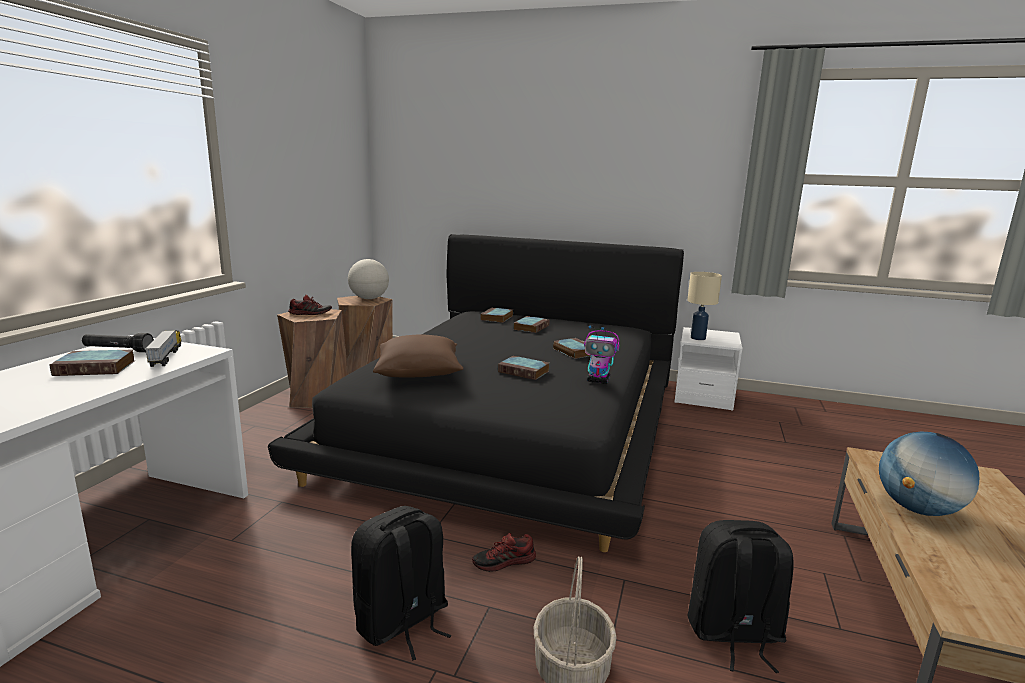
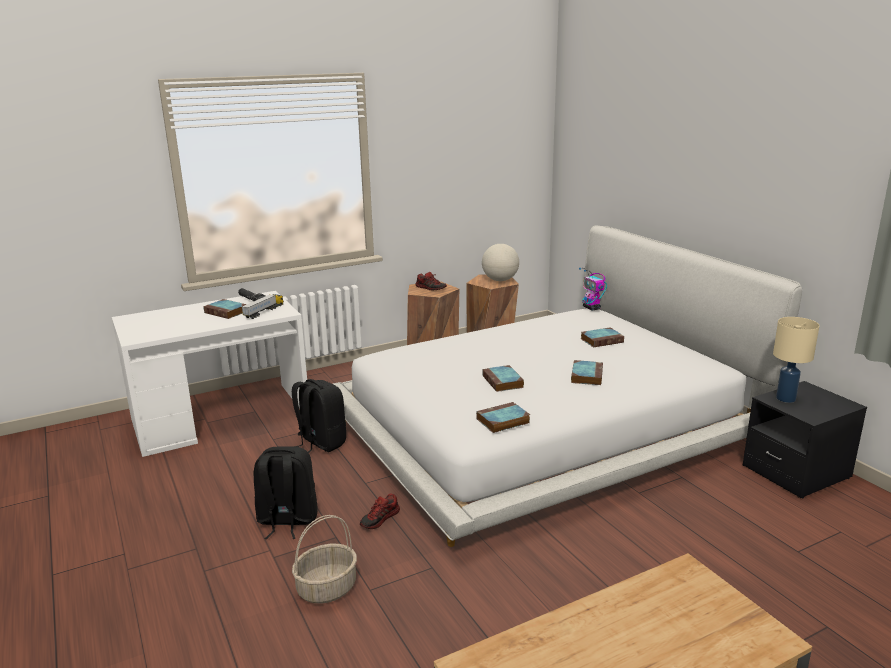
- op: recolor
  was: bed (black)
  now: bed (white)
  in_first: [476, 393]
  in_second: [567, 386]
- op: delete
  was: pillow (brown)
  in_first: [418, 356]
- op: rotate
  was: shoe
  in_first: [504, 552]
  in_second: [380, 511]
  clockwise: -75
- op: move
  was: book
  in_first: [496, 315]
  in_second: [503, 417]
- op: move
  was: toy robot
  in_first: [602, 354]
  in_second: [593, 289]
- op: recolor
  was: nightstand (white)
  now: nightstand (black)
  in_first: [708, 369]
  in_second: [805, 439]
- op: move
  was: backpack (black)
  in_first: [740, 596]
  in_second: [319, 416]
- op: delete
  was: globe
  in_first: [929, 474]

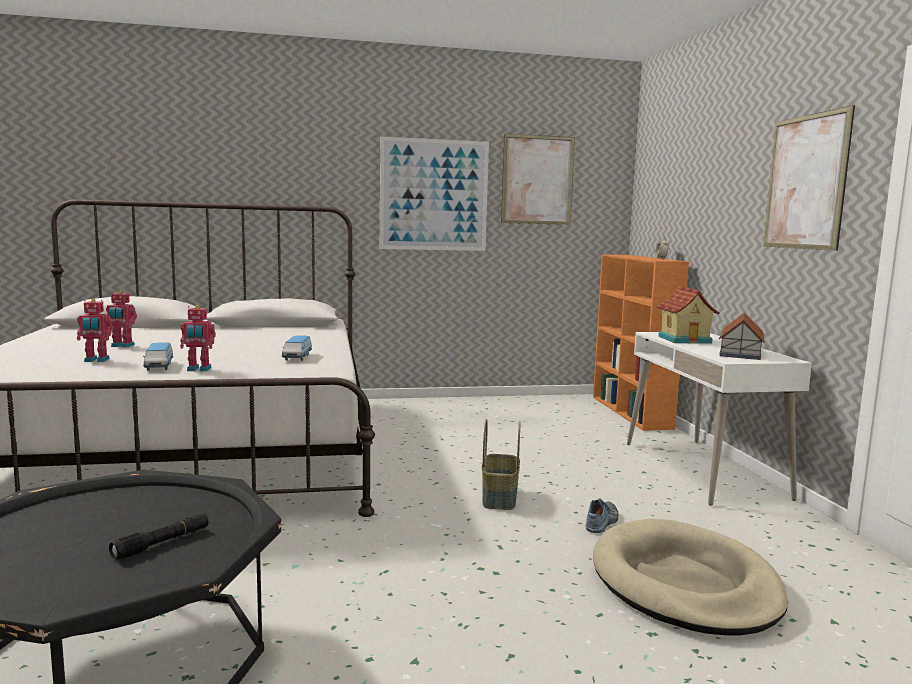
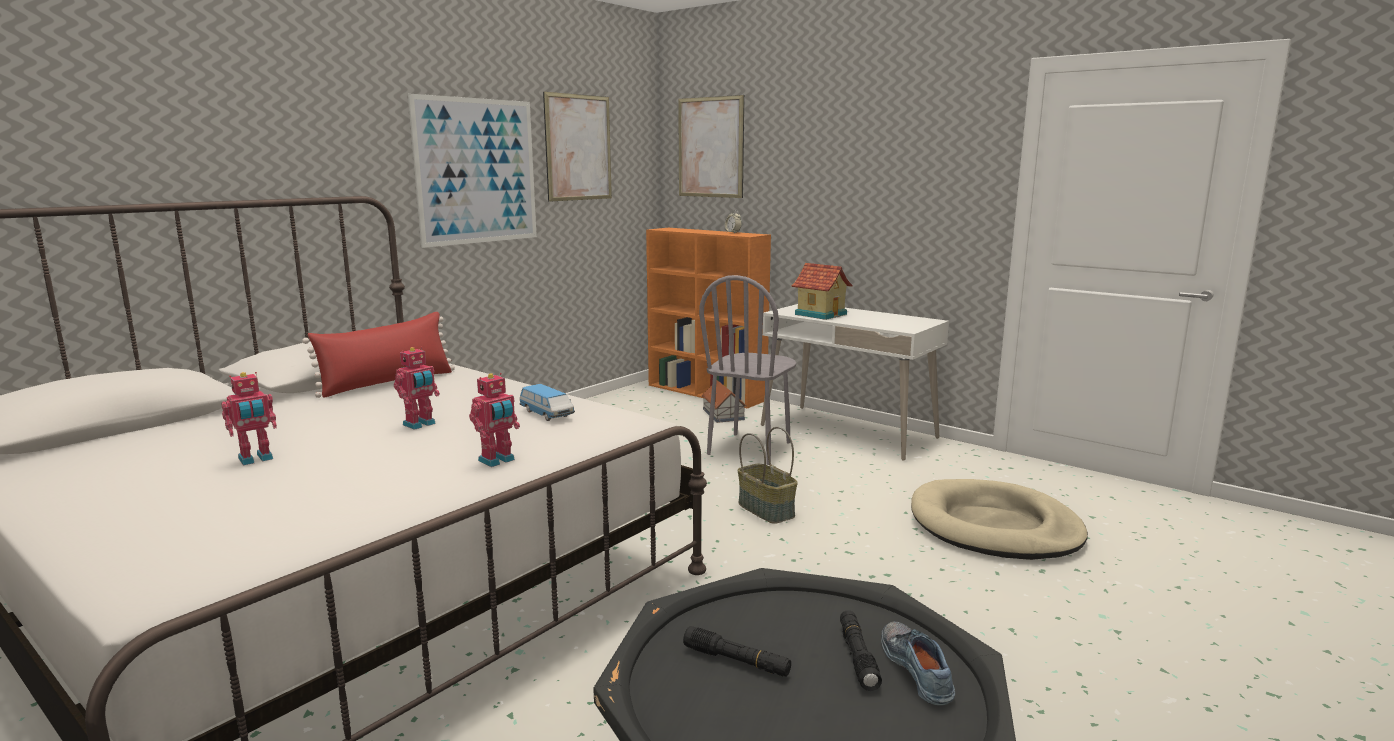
- op: move
  was: toy robot
  in_first: [95, 330]
  in_second: [417, 388]
- op: delete
  was: toy car
  in_first: [158, 357]
- op: move
  was: shoe
  in_first: [602, 516]
  in_second: [918, 663]
- op: move
  was: toy house
  in_first: [742, 336]
  in_second: [724, 401]
- op: move
  was: picture
  in_first: [809, 178]
  in_second: [711, 146]
- op: insert
  now: pillow (red)
  in_second: [378, 355]
- op: insert
  now: flashlight (black)
  in_second: [737, 651]
- op: insert
  now: chair (grey)
  in_second: [747, 370]

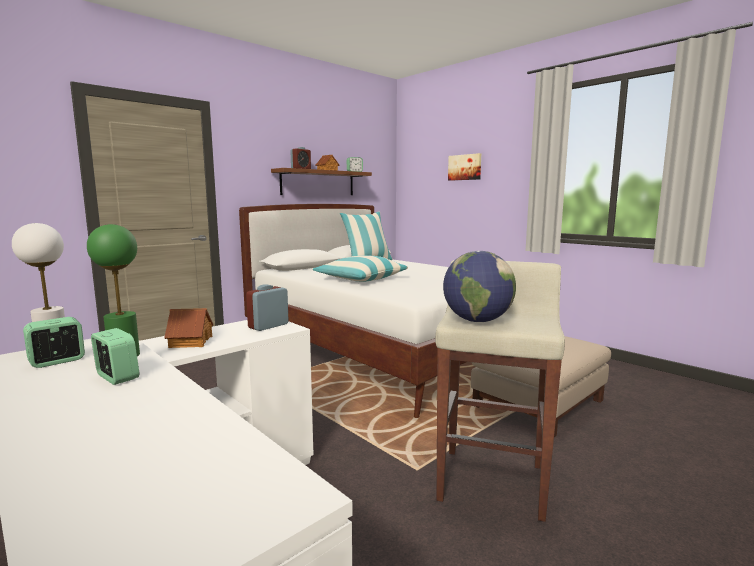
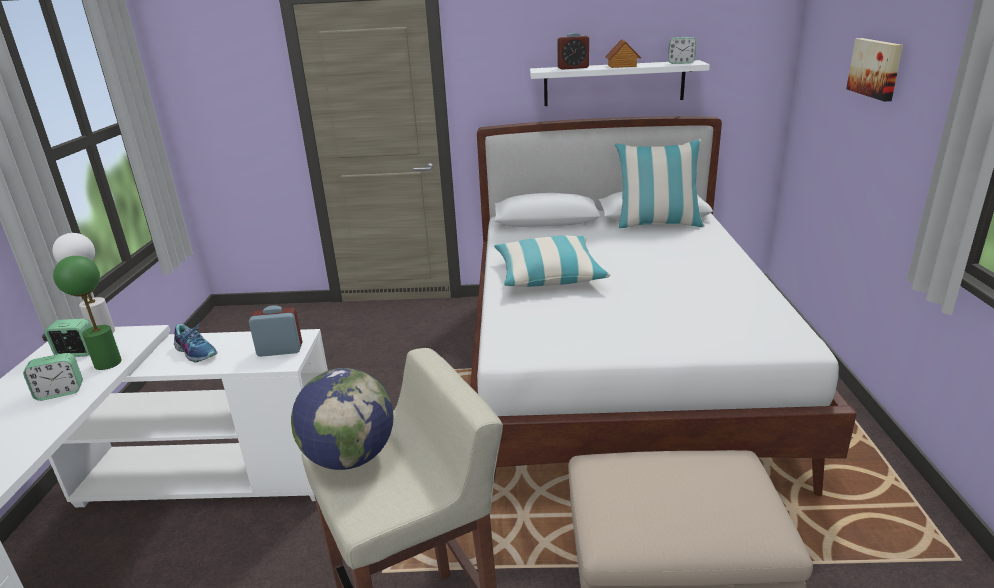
- op: rotate
  was: alarm clock
  in_first: [115, 356]
  in_second: [53, 377]
  clockwise: 75
- op: replace
  was: toy house
  now: shoe
  in_first: [188, 328]
  in_second: [195, 342]
- op: recolor
  was: shelf (brown)
  now: shelf (white)
  in_first: [321, 181]
  in_second: [620, 83]

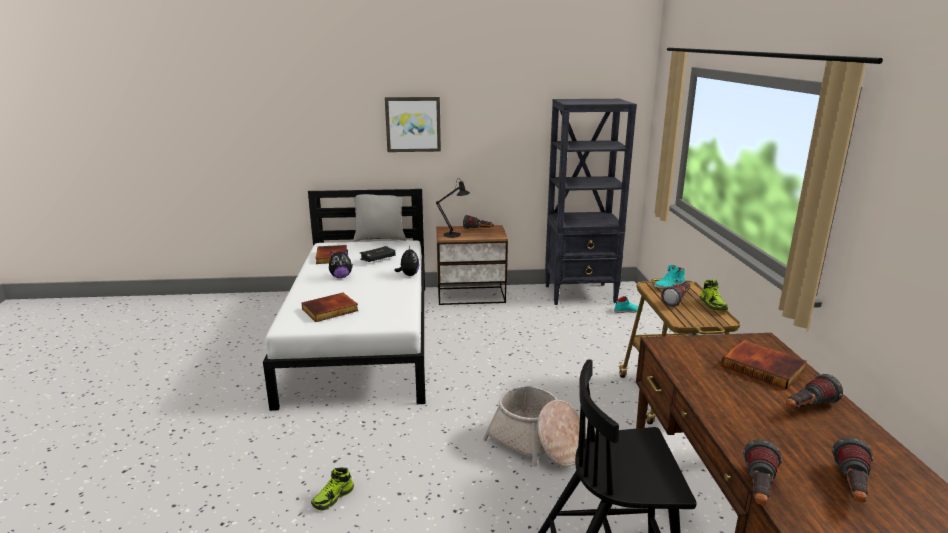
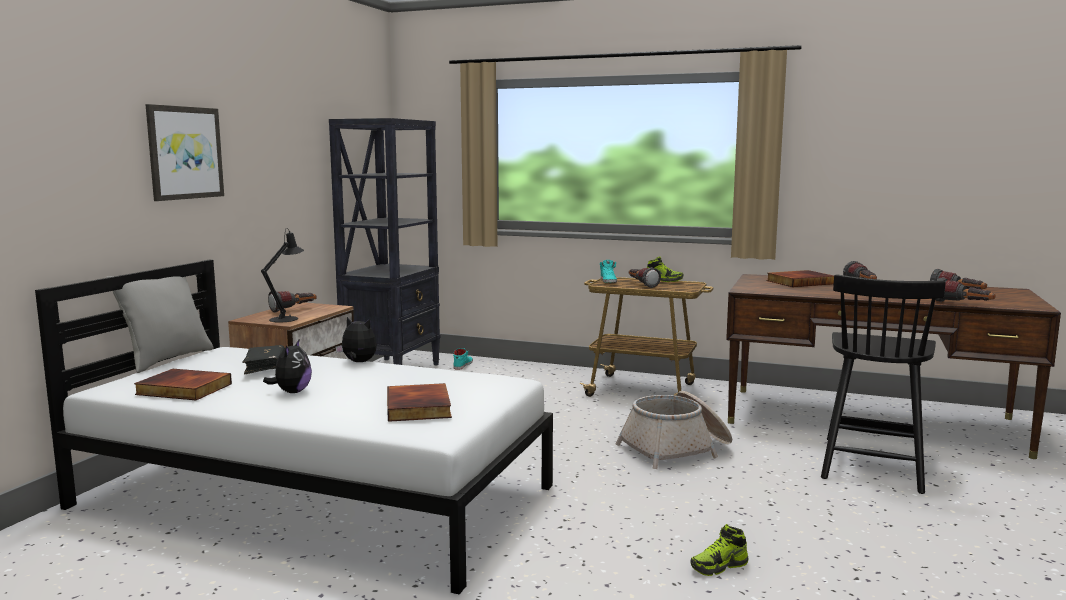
- op: rotate
  was: shoe
  in_first: [332, 489]
  in_second: [719, 550]
  clockwise: 90

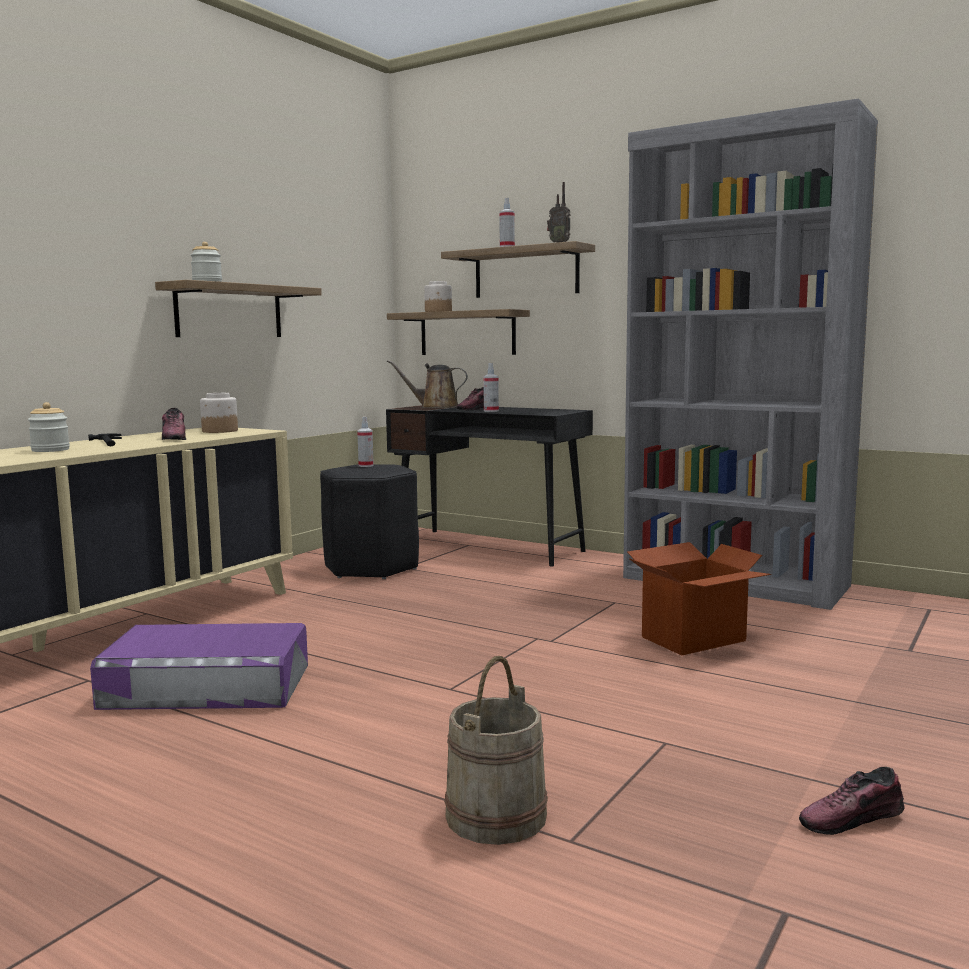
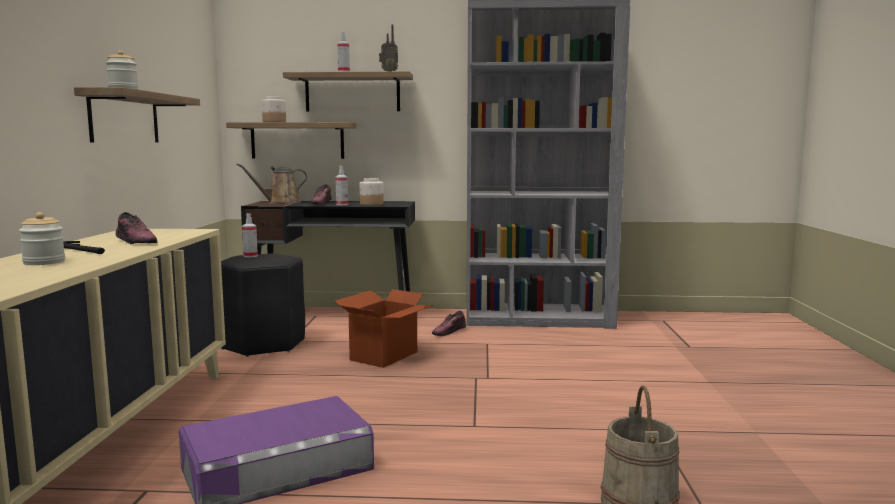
- op: move
  was: jar
  in_first: [219, 413]
  in_second: [372, 191]
- op: move
  was: cardboard box
  in_first: [699, 598]
  in_second: [384, 328]
- op: move
  was: shoe
  in_first: [852, 801]
  in_second: [449, 323]

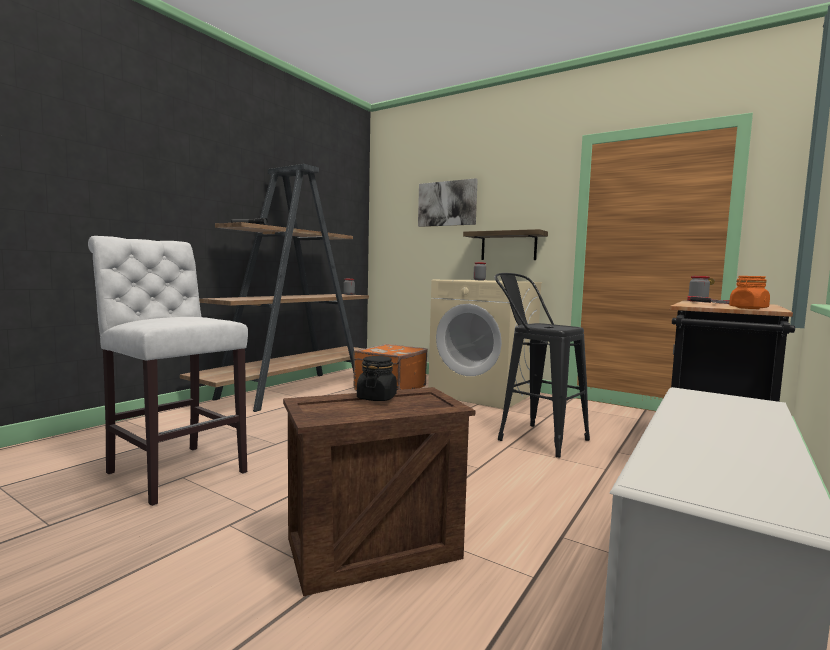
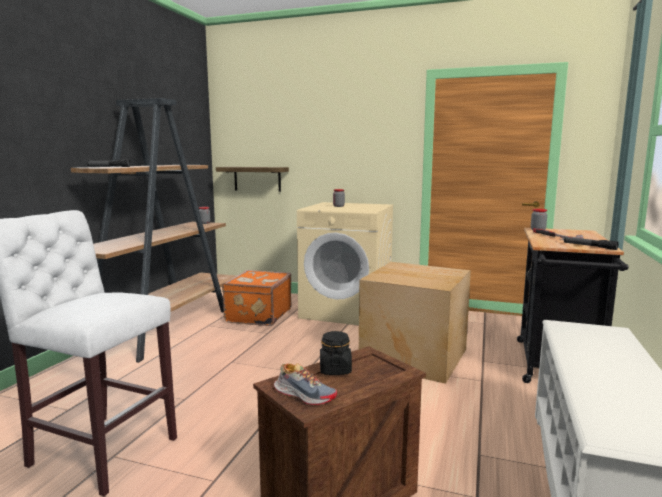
- op: delete
  was: picture
  in_first: [448, 202]
- op: move
  was: shelf
  in_first: [505, 244]
  in_second: [252, 179]
- op: replace
  was: stool (black)
  now: cardboard box
  in_first: [542, 365]
  in_second: [415, 323]
- op: replace
  was: jar (orange)
  now: flashlight
  in_first: [749, 292]
  in_second: [591, 243]
- op: insert
  now: shoe
  in_second: [305, 384]

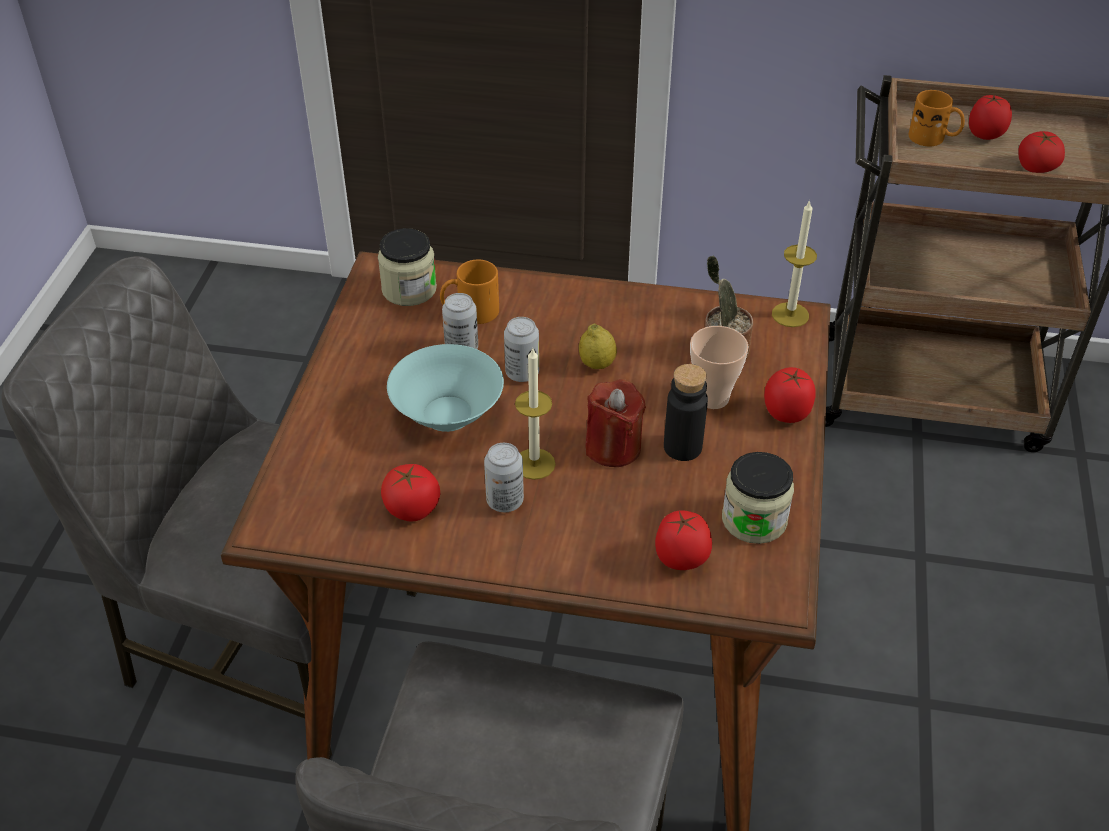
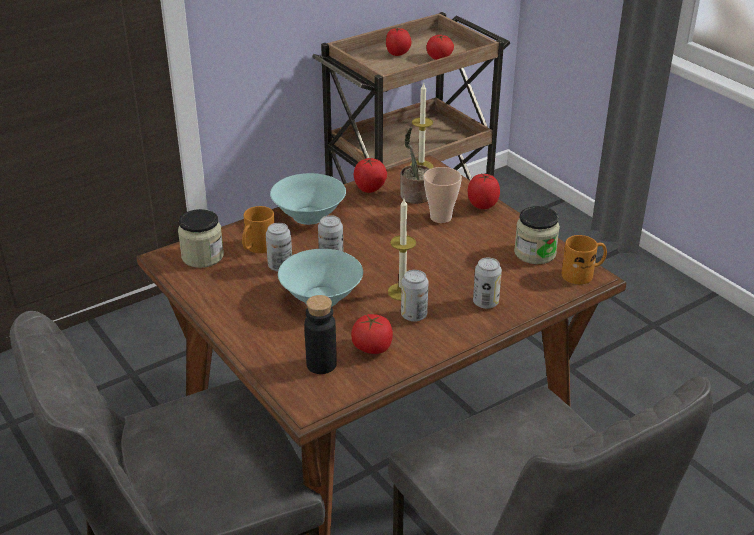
- op: delete
  was: lemon
  in_first: [598, 346]
- op: delete
  was: candle (red)
  in_first: [615, 423]
- op: move
  was: tomato
  in_first: [683, 540]
  in_second: [370, 175]
- op: move
  was: bottle (black)
  in_first: [686, 412]
  in_second: [320, 334]
- op: move
  was: mug (orange)
  in_first: [937, 118]
  in_second: [584, 259]
- op: insert
  now: bowl (turquoise)
  in_second: [308, 199]
- op: insert
  now: can
  in_second: [487, 283]

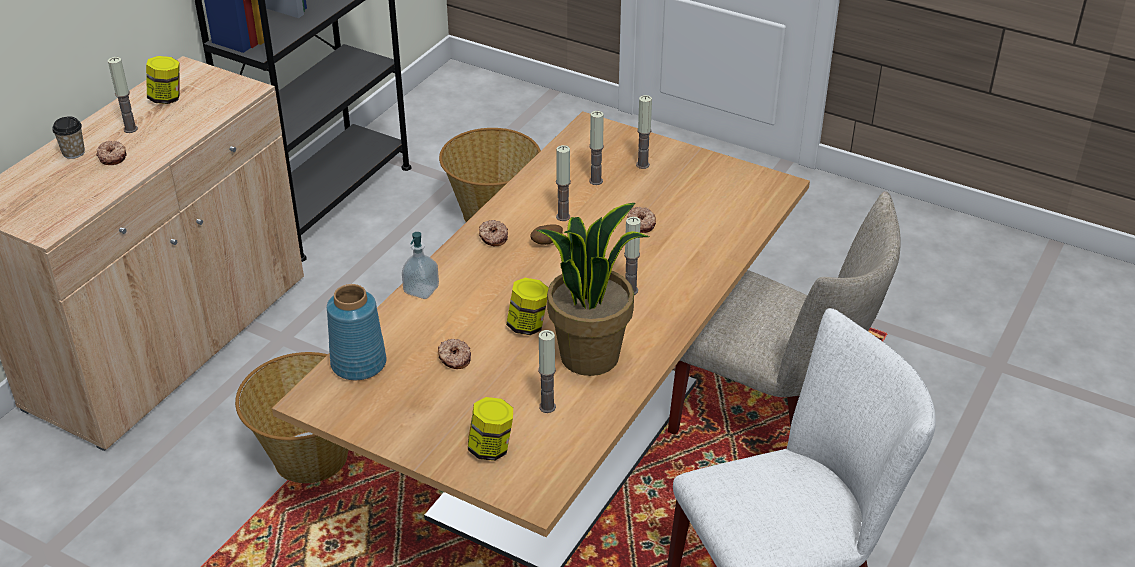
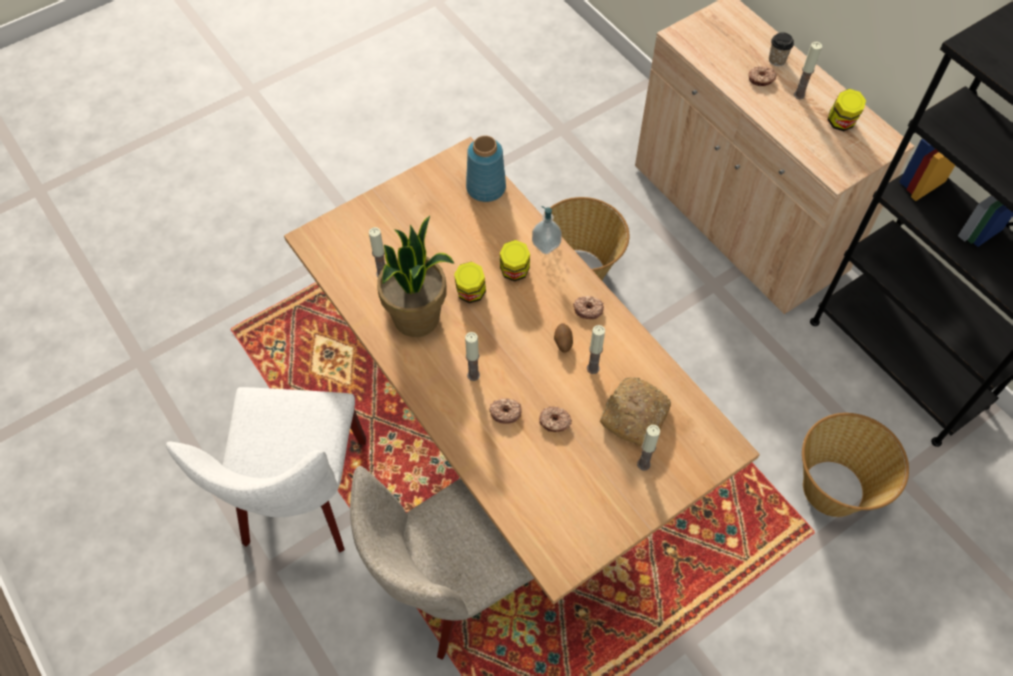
- op: move
  was: donut
  in_first: [454, 354]
  in_second: [505, 411]
- op: move
  was: jar
  in_first: [490, 429]
  in_second: [515, 261]
- op: replace
  was: candle
  now: bread
  in_first: [596, 148]
  in_second: [635, 412]

